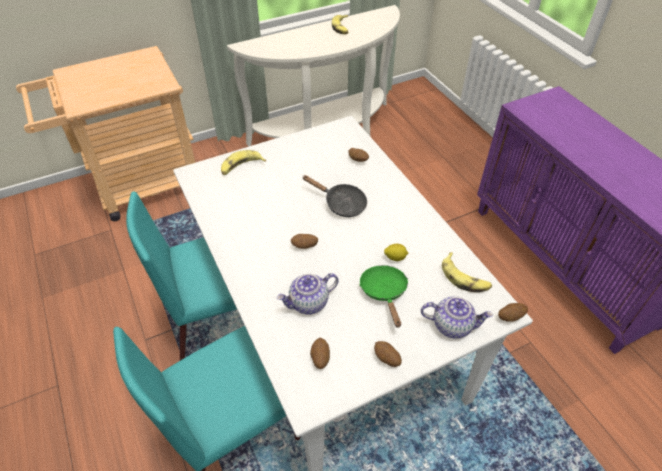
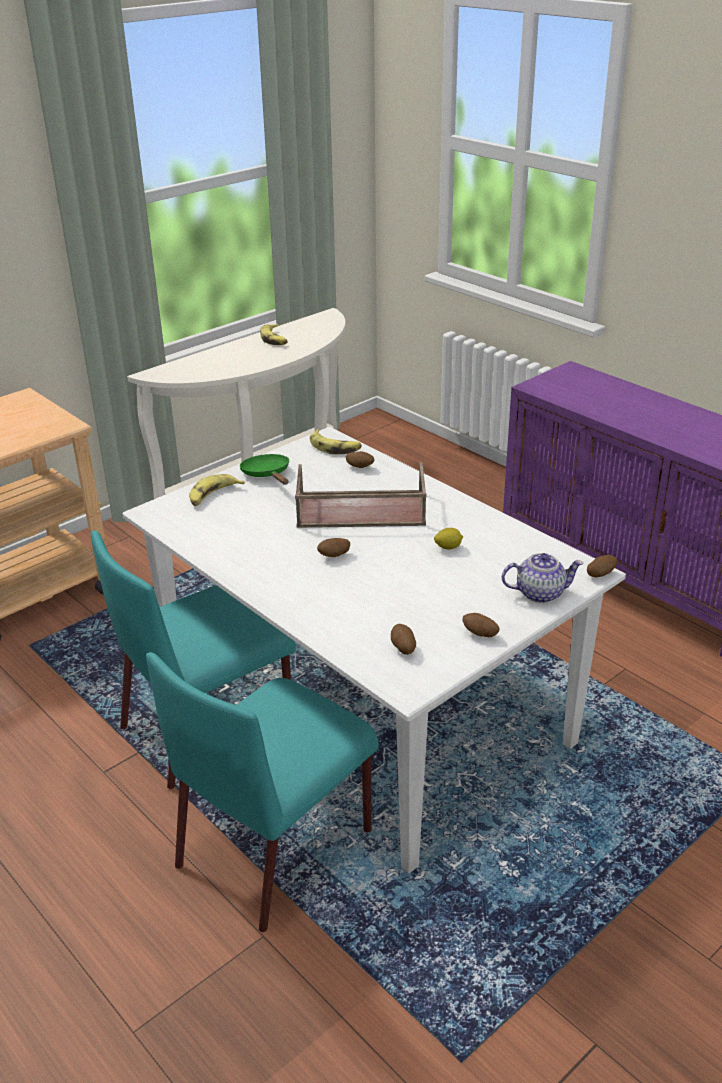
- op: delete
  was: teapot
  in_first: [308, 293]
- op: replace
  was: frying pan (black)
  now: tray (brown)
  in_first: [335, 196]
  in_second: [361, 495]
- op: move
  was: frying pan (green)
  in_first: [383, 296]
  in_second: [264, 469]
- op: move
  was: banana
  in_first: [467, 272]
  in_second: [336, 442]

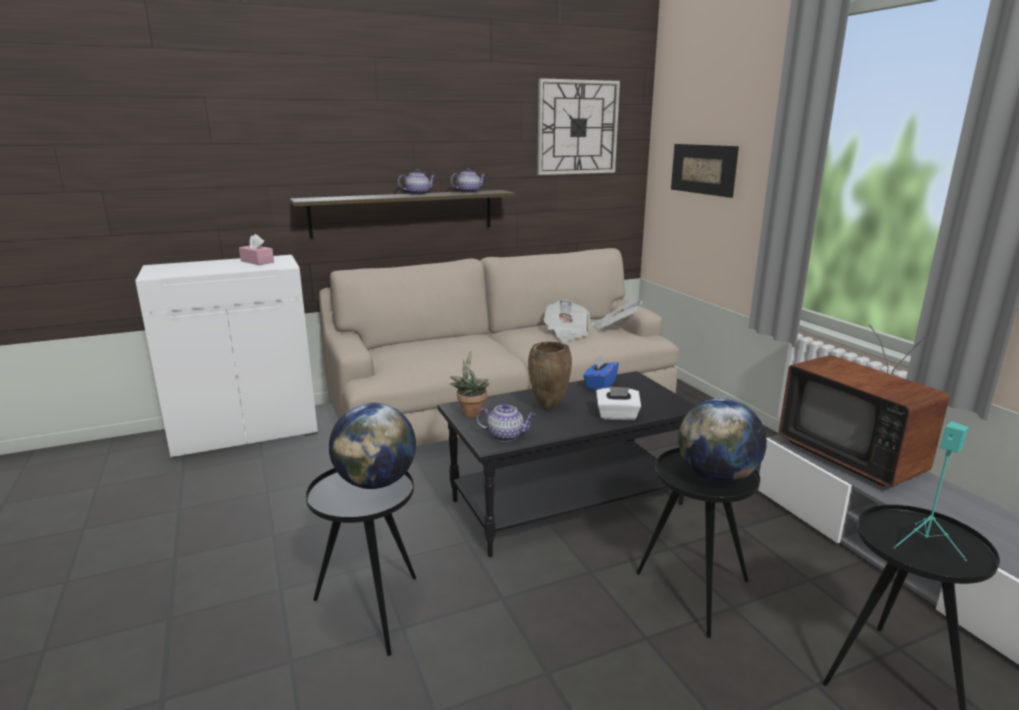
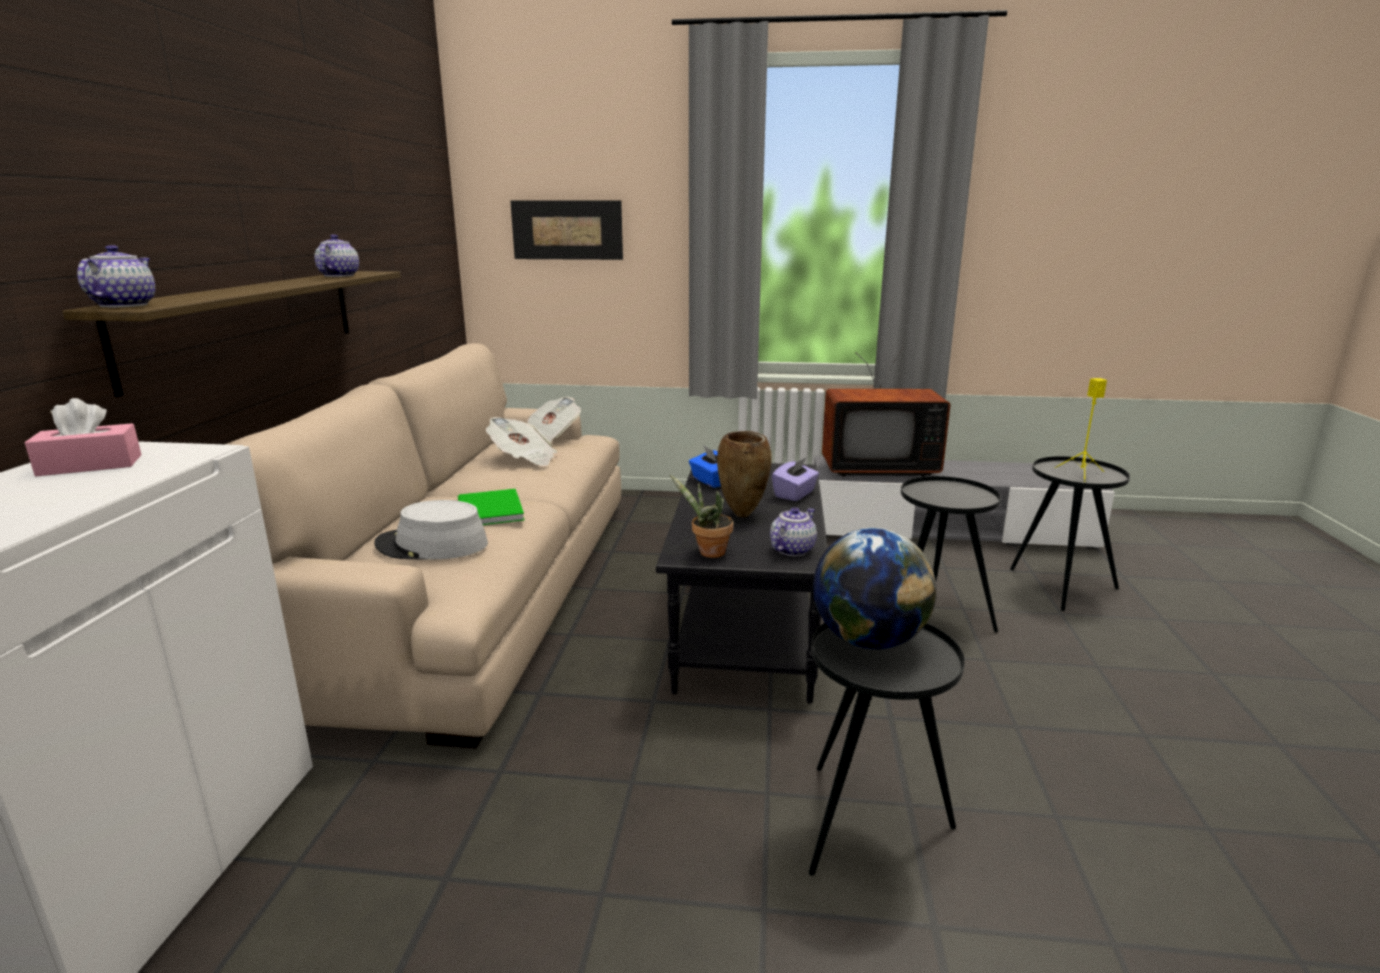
- op: move
  was: teapot
  in_first: [417, 182]
  in_second: [116, 276]
- op: delete
  was: wall clock
  in_first: [578, 126]
- op: recolor
  was: tissue box (white)
  now: tissue box (purple)
  in_first: [618, 403]
  in_second: [795, 479]
- op: delete
  was: globe
  in_first: [722, 440]
- op: recolor
  was: speaker (turquoise)
  now: speaker (yellow)
  in_first: [930, 491]
  in_second: [1081, 430]
- op: insert
  now: hat (grey)
  in_second: [431, 530]
- op: insert
  now: book (green)
  in_second: [491, 507]

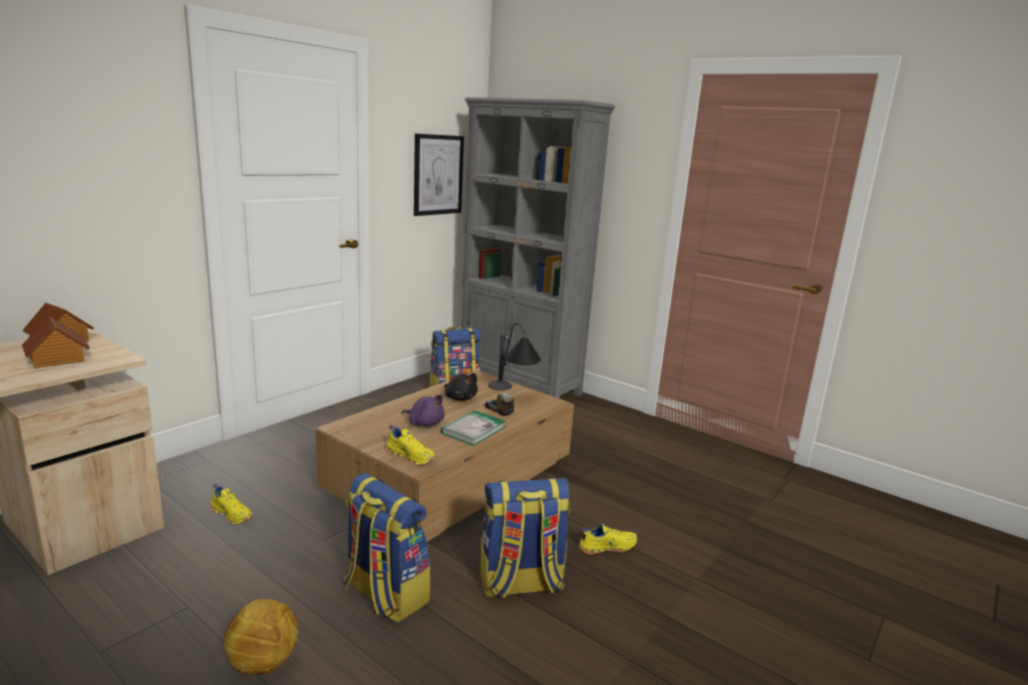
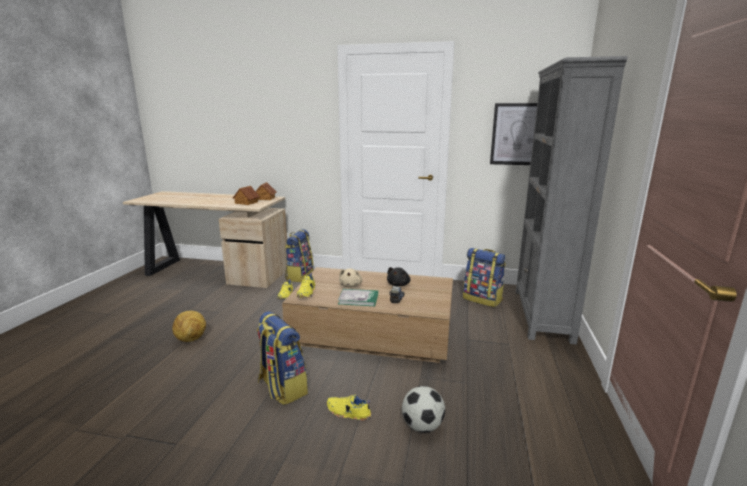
- op: move
  was: backpack
  in_first: [387, 547]
  in_second: [299, 255]
- op: recolor
  was: plush toy (purple)
  now: plush toy (beige)
  in_first: [423, 411]
  in_second: [351, 278]
- op: delete
  was: table lamp
  in_first: [514, 356]
- op: rotate
  was: shoe (yellow)
  in_first: [607, 539]
  in_second: [349, 408]
  clockwise: 150
- op: insert
  now: football
  in_second: [423, 409]

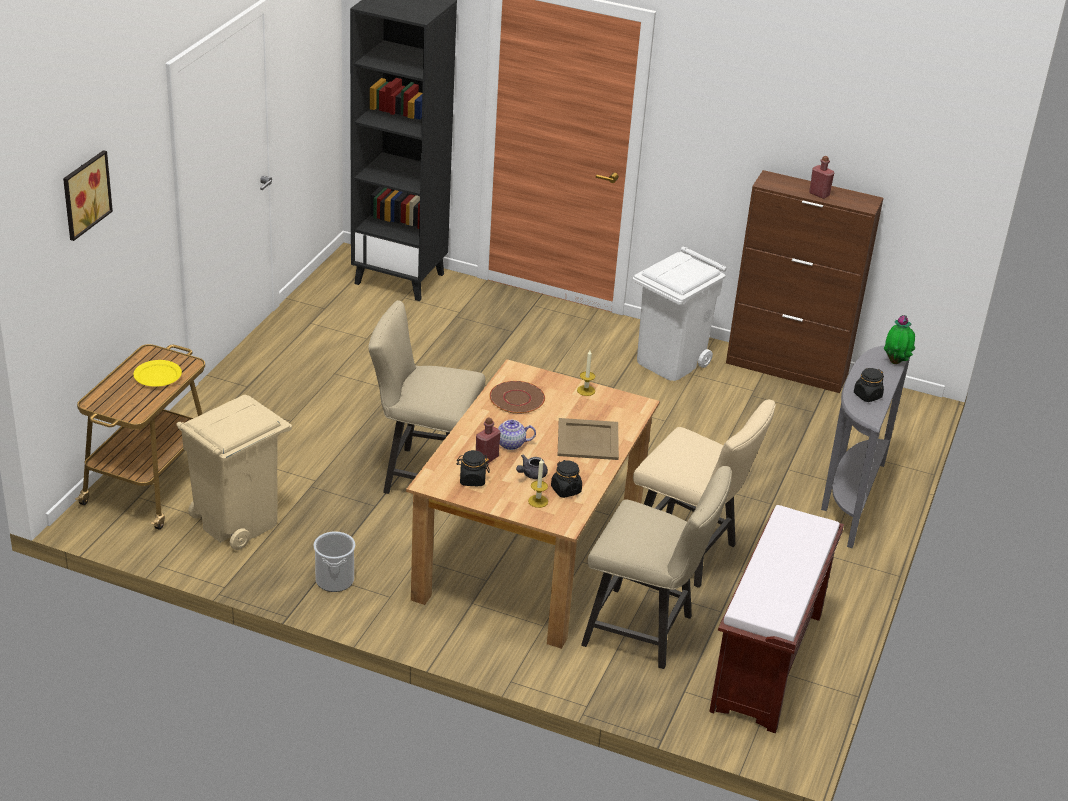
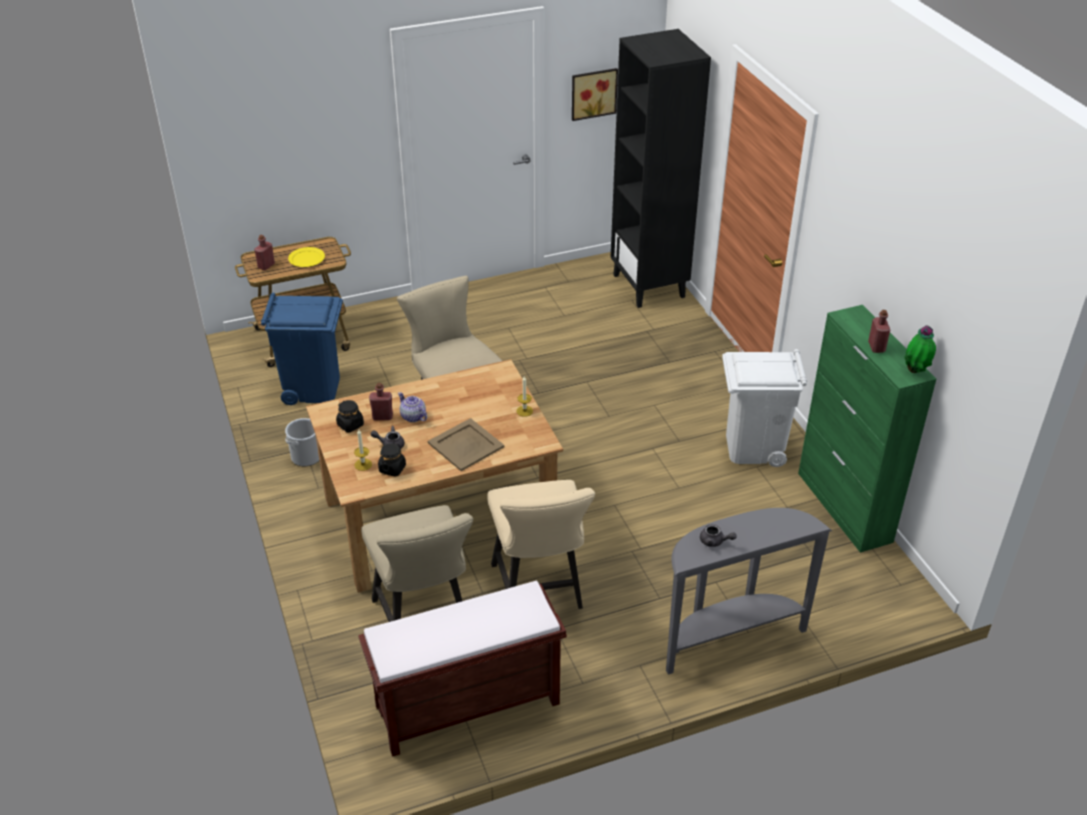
- op: move
  was: picture
  in_first: [88, 195]
  in_second: [595, 94]
- op: recolor
  was: trash can (beige)
  now: trash can (blue)
  in_first: [234, 472]
  in_second: [302, 349]
- op: delete
  was: plate (brown)
  in_first: [517, 397]
- op: recolor
  was: cabinet (brown)
  now: cabinet (green)
  in_first: [804, 281]
  in_second: [867, 429]
- op: replace
  was: jar (black)
  now: teapot (grey)
  in_first: [869, 385]
  in_second: [718, 535]
- op: move
  was: potted plant
  in_first: [899, 339]
  in_second: [920, 349]
- op: insert
  now: bottle (red)
  in_second: [264, 253]

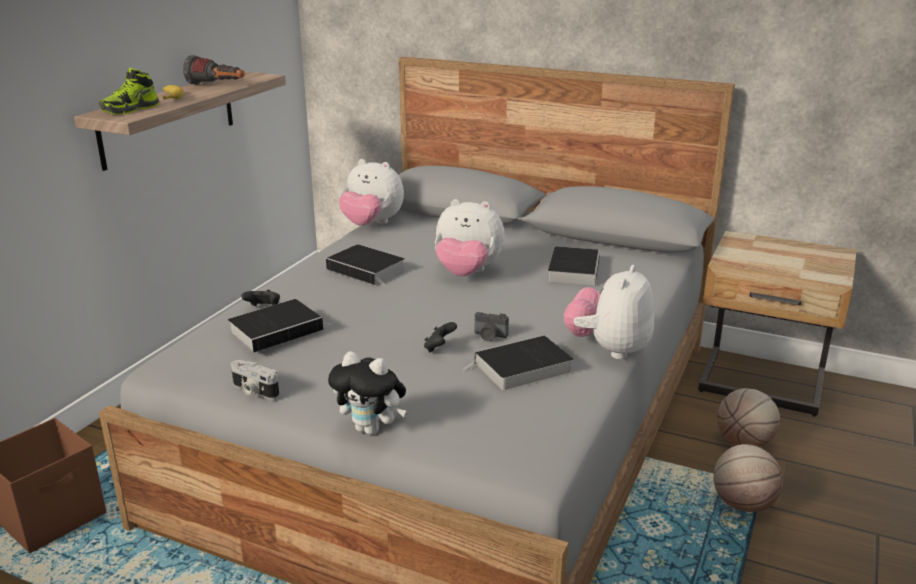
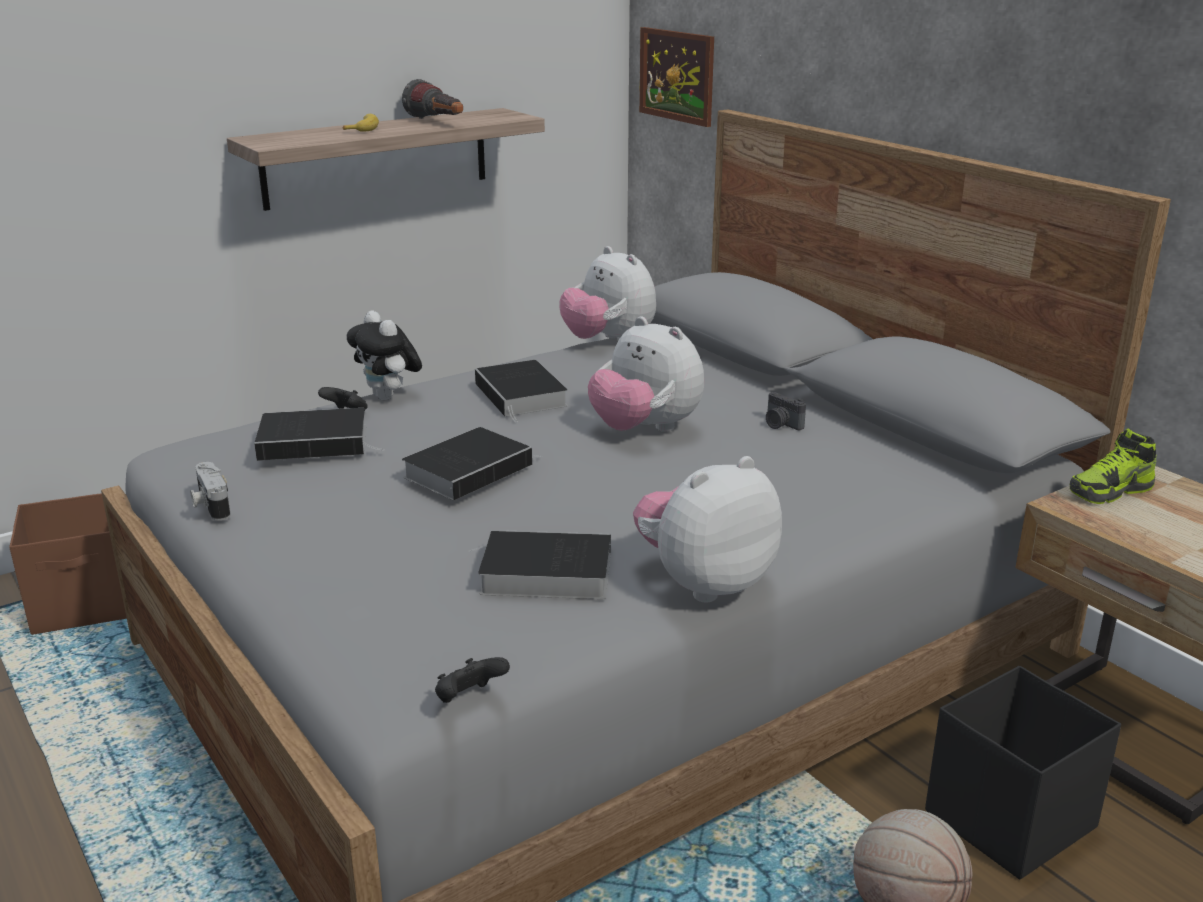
- op: move
  was: shoe
  in_first: [129, 91]
  in_second: [1113, 466]
- op: move
  was: plush toy
  in_first: [367, 393]
  in_second: [384, 355]
- op: move
  was: game controller (black)
  in_first: [440, 337]
  in_second: [472, 680]
- op: move
  was: photo camera
  in_first: [492, 326]
  in_second: [786, 411]
- op: move
  was: book
  in_first: [573, 266]
  in_second: [472, 464]
- op: replace
  was: basketball
  now: storage box (black)
  in_first: [748, 417]
  in_second: [1023, 772]
- op: insert
  now: picture
  in_second: [676, 77]

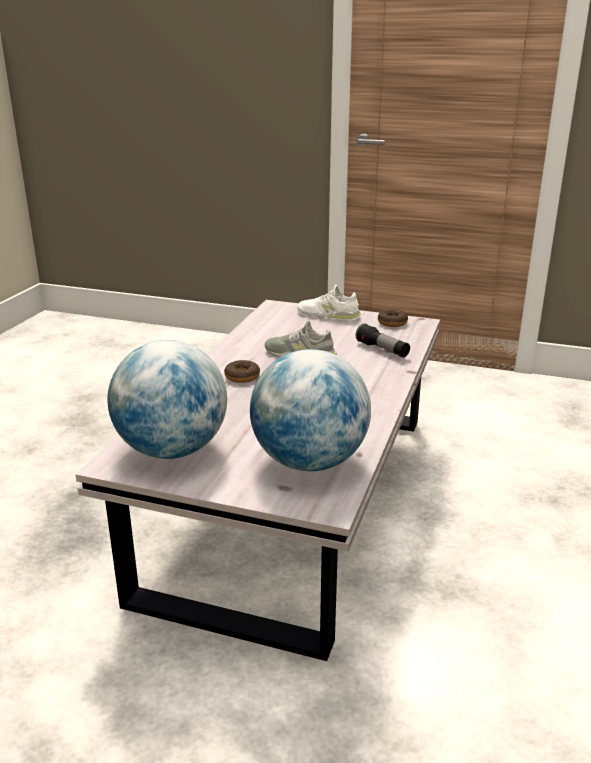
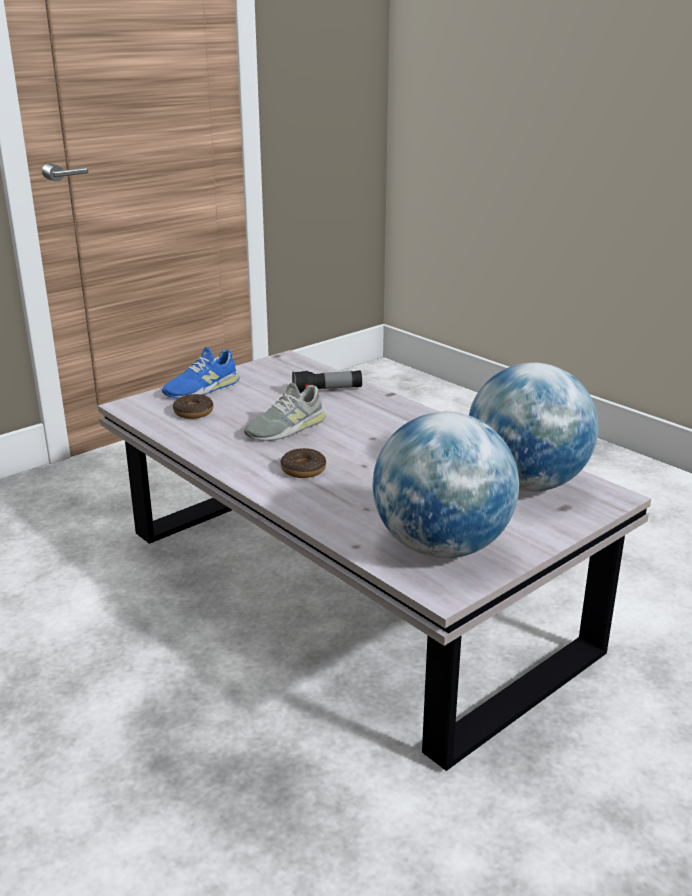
- op: recolor
  was: shoe (white)
  now: shoe (blue)
  in_first: [329, 303]
  in_second: [201, 373]
- op: move
  was: donut
  in_first: [393, 318]
  in_second: [193, 406]

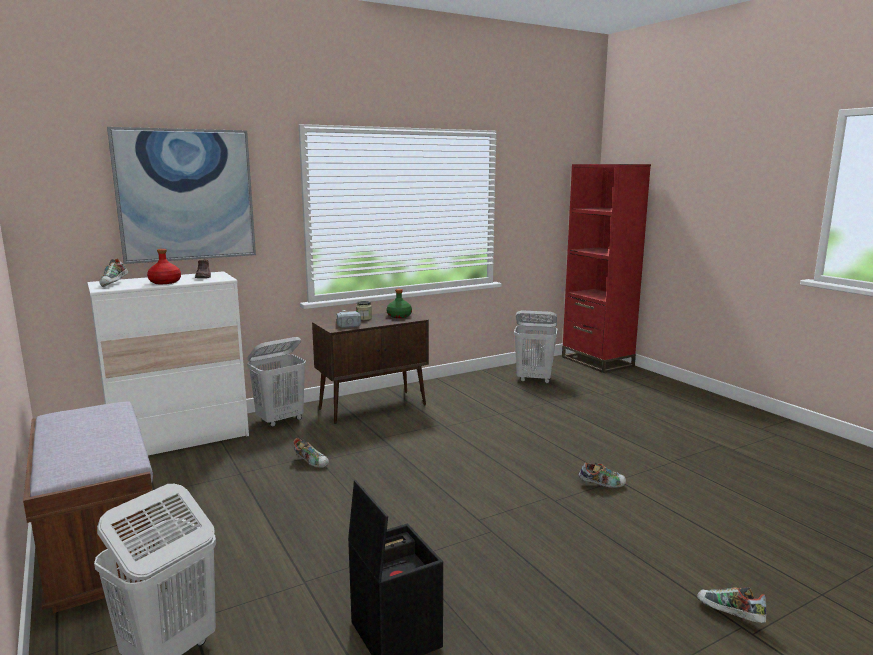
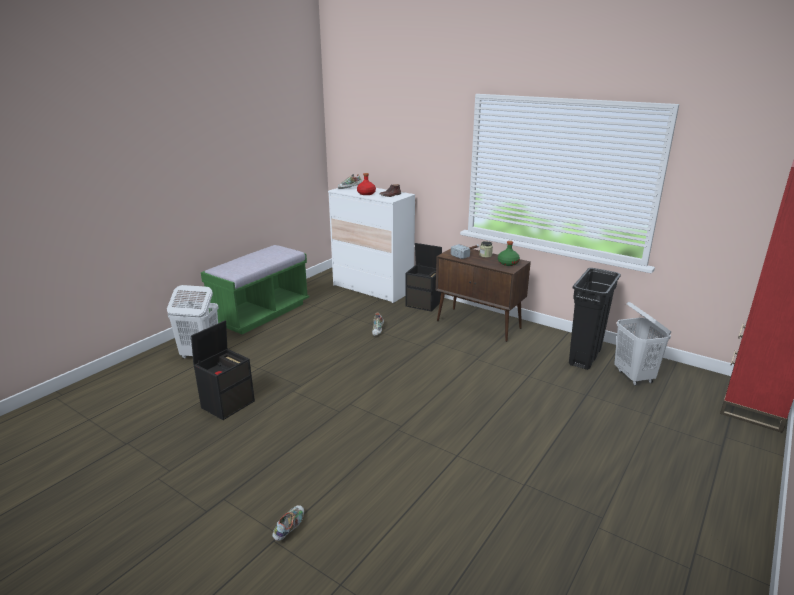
- op: recolor
  was: bench (brown)
  now: bench (green)
  in_first: [89, 507]
  in_second: [255, 289]
- op: delete
  was: picture
  in_first: [181, 195]
- op: replace
  was: laundry basket (white)
  now: storage box (black)
  in_first: [276, 382]
  in_second: [423, 277]
- op: delete
  was: shoe
  in_first: [602, 475]
- op: insert
  now: trash can (black)
  in_second: [595, 319]

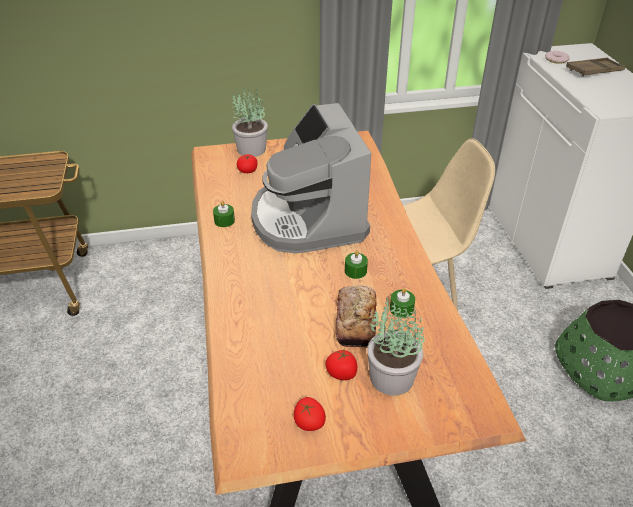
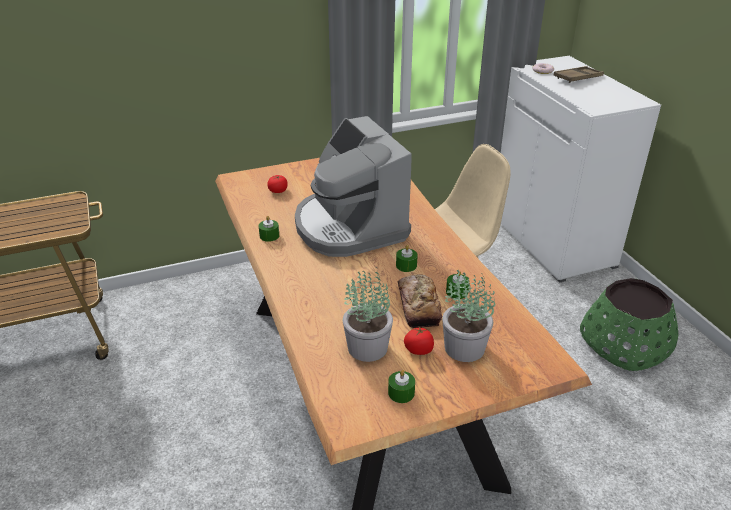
- op: move
  was: potted plant
  in_first: [250, 122]
  in_second: [367, 314]
- op: replace
  was: tomato
  now: candle (green)
  in_first: [310, 414]
  in_second: [401, 386]

